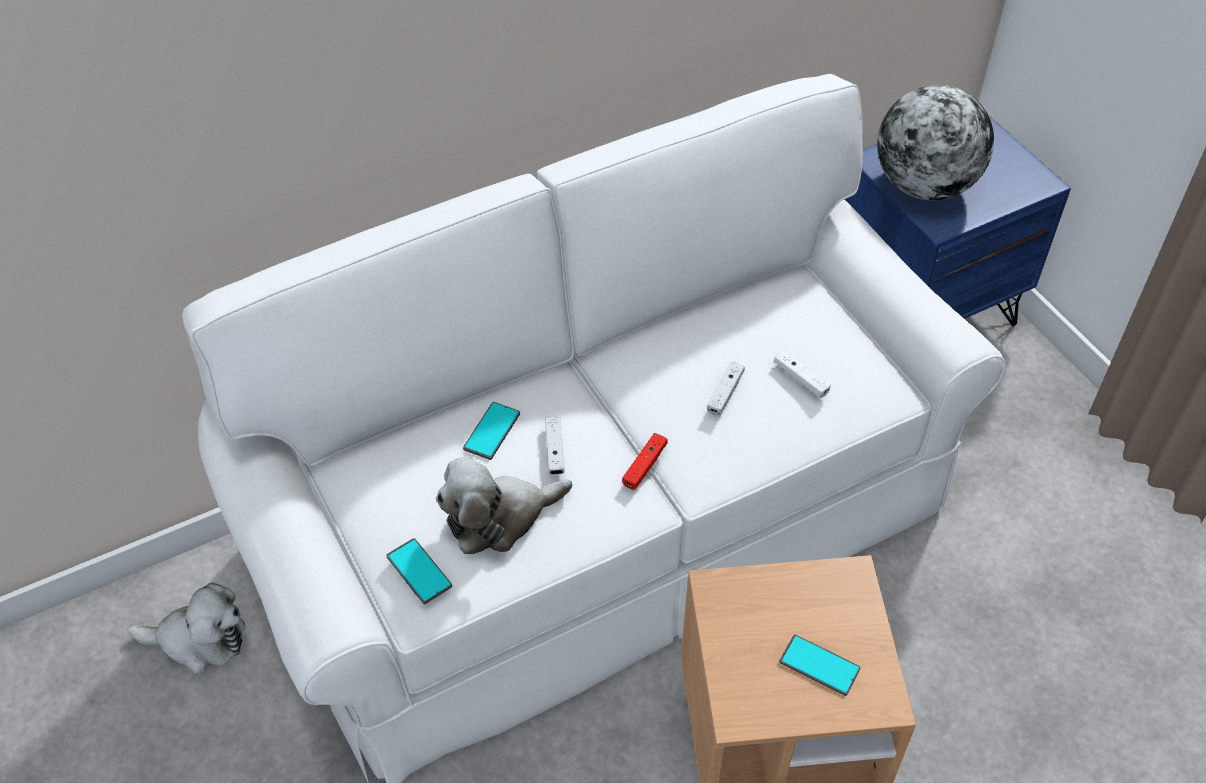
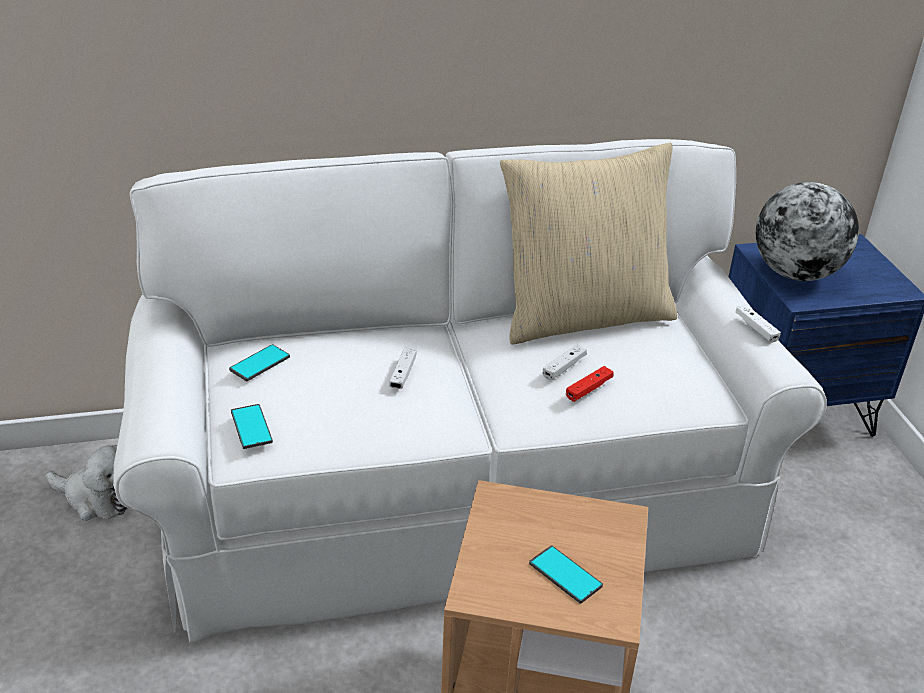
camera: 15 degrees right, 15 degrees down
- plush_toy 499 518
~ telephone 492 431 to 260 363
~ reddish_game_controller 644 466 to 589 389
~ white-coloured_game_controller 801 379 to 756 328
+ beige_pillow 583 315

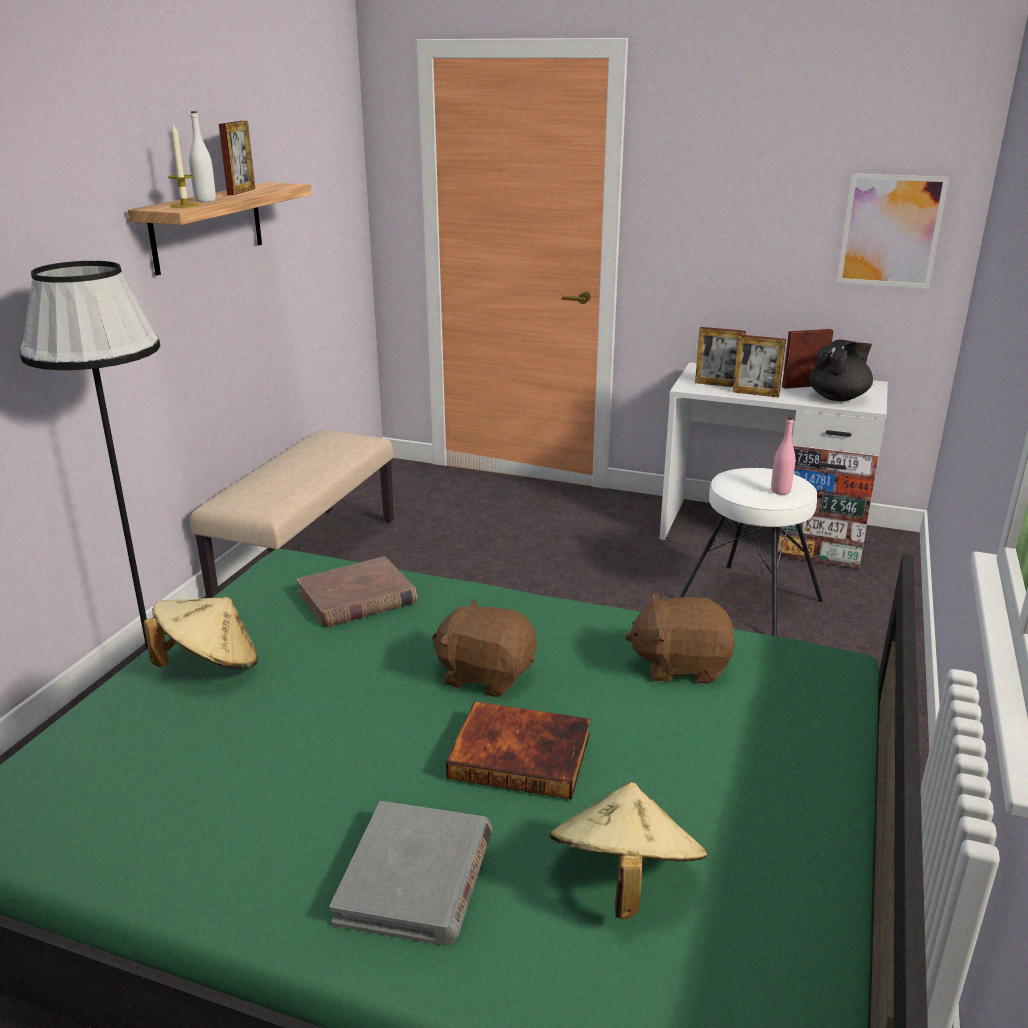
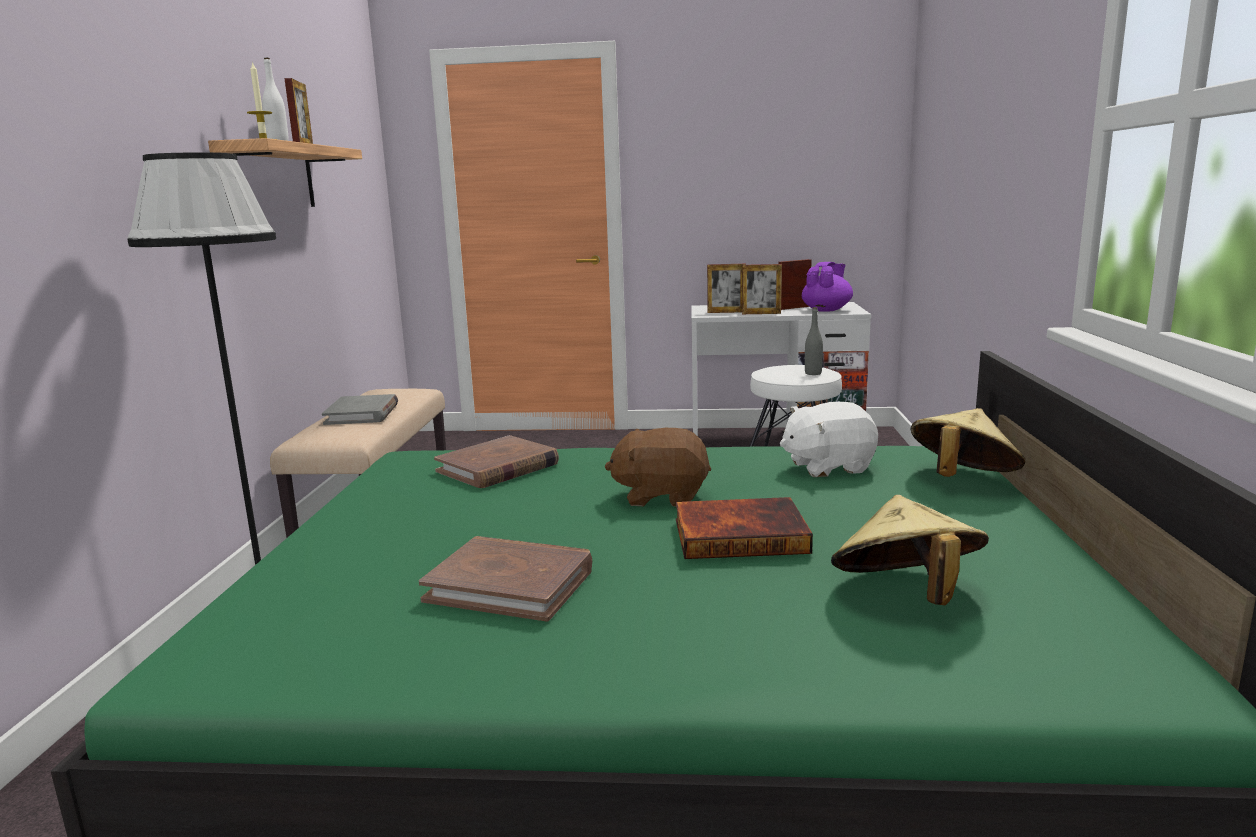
camera: 15 degrees left, 10 degrees down
~ beige_hat 210 665 to 962 479
~ greyish_book 416 877 to 362 414
~ brownish_plush_toy 680 665 to white-coloured_plush_toy 827 467
~ pink_beverage_bottle 780 491 to greyish_beverage_bottle 813 373
~ black-coloured_teapot 838 398 to purple-coloured_teapot 827 310
- picture 890 231
+ brownish_book 510 584

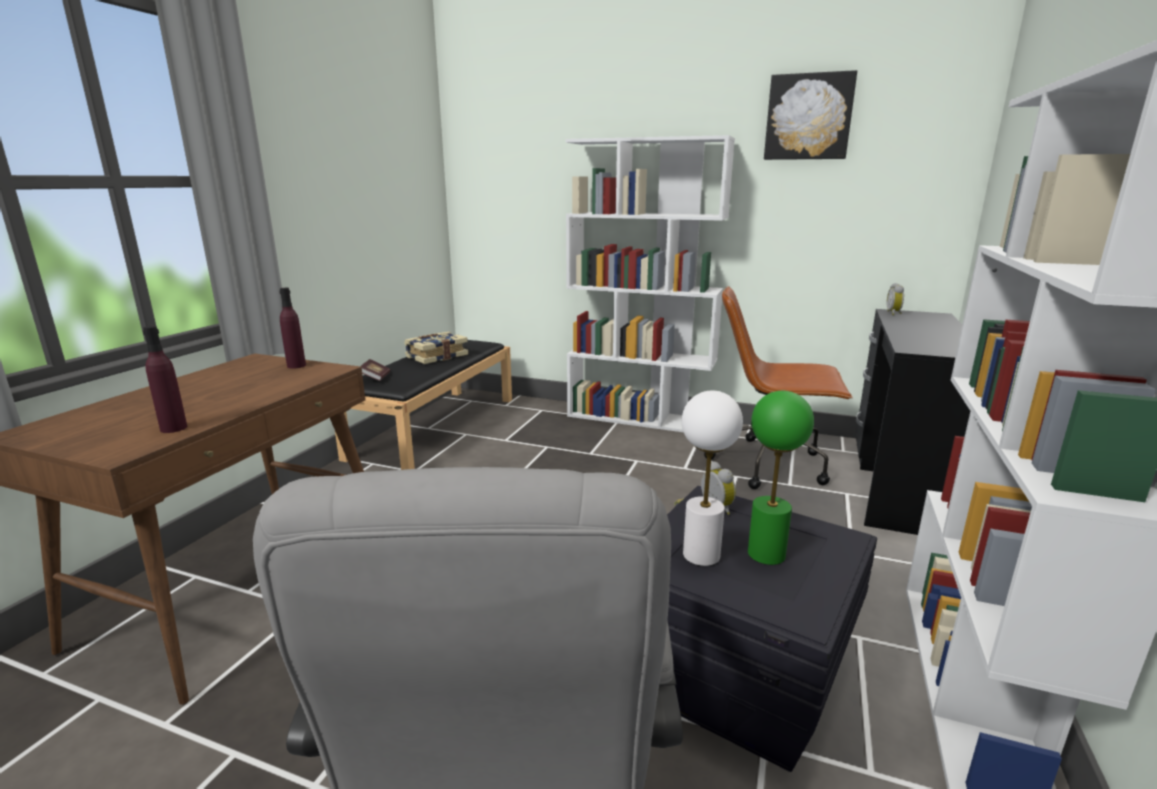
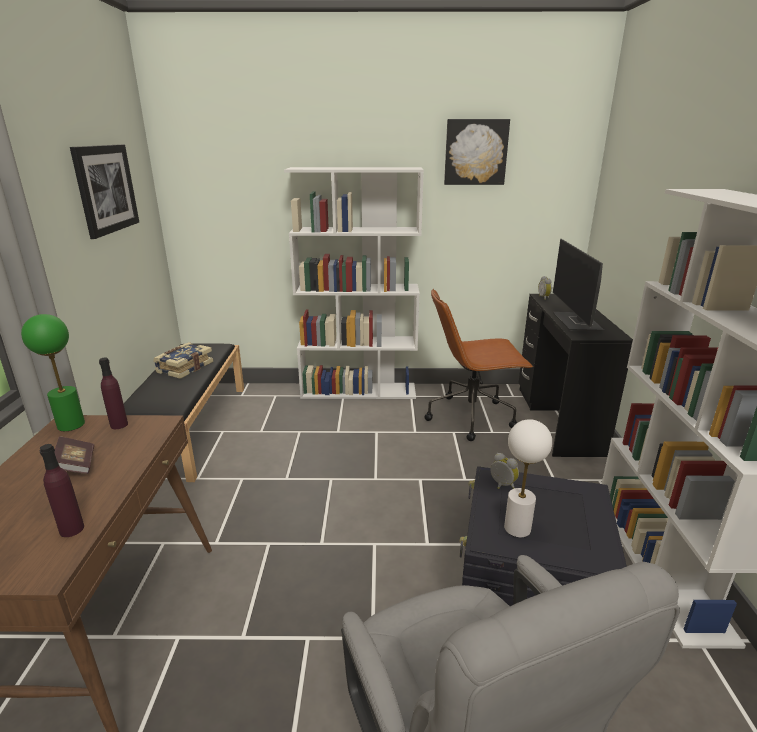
camera: 20 degrees left, 5 degrees up
~ book 375 377 to 76 465
~ green_table_lamp 766 554 to 71 424
+ picture 105 189
+ computer_screen 577 323

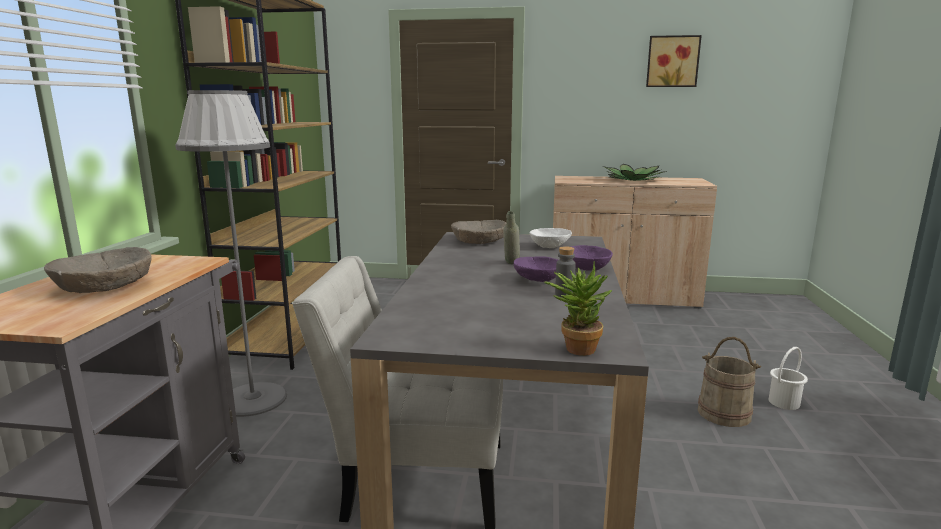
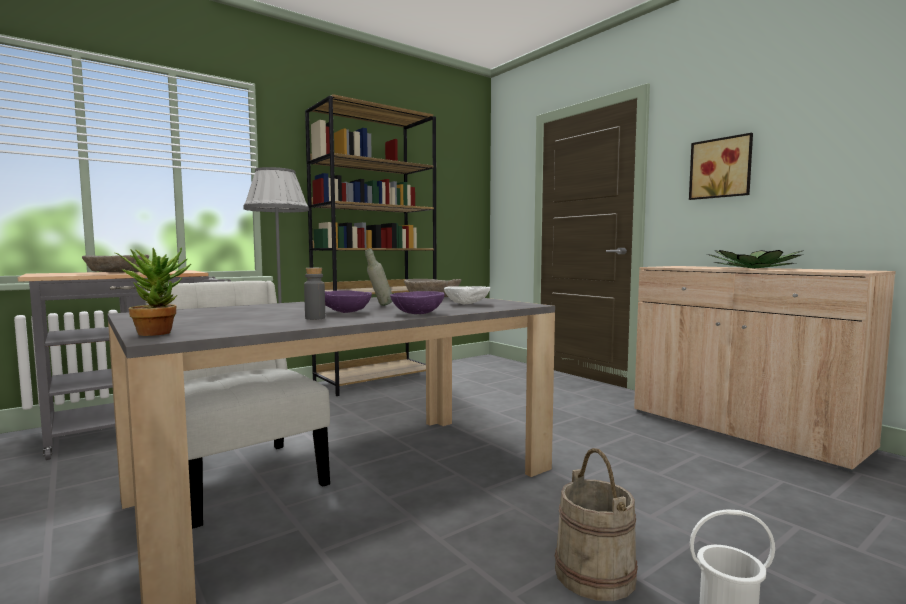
camera: 45 degrees right, 10 degrees down
~ picture 672 61 to 721 168

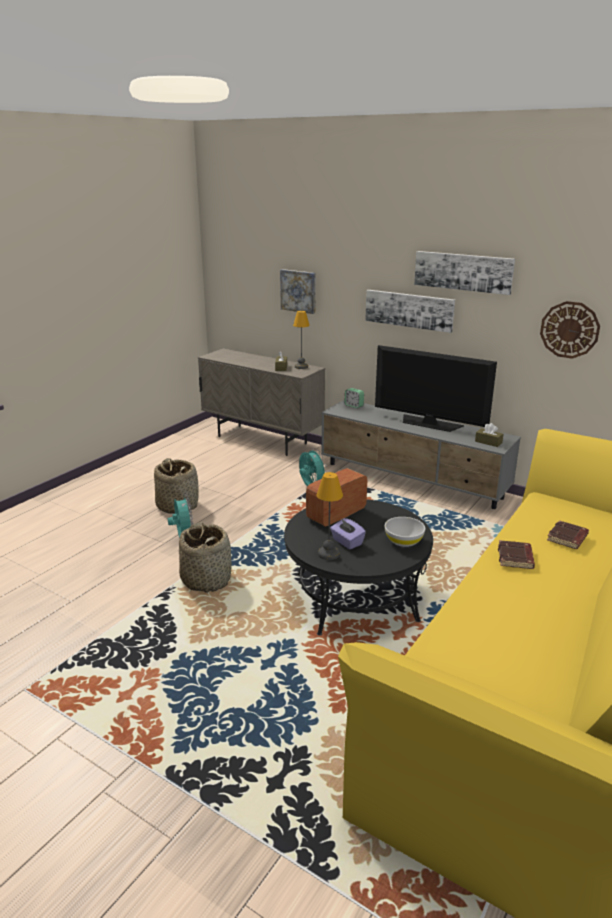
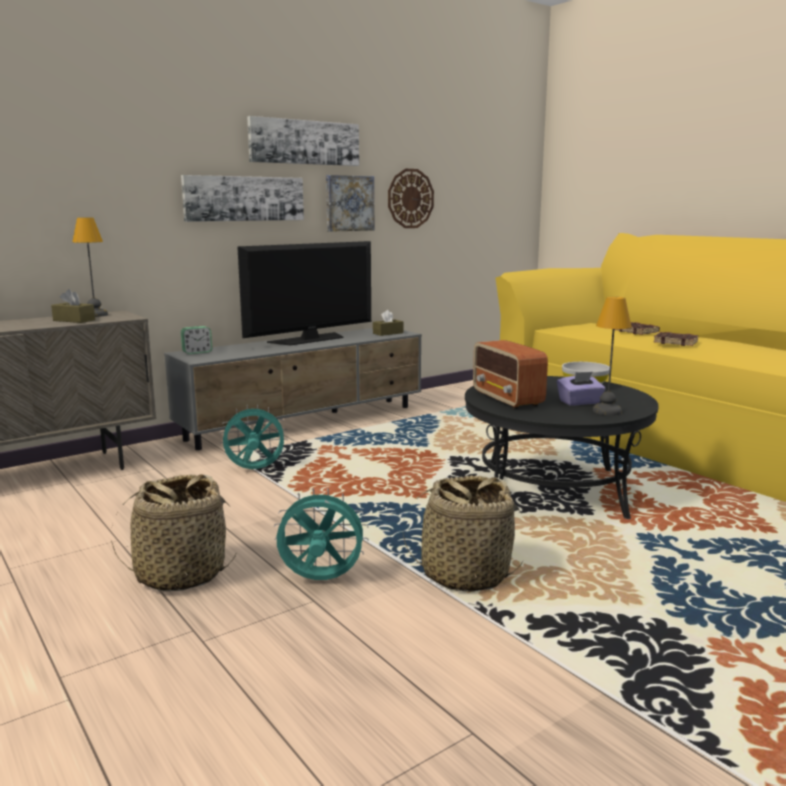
camera: 70 degrees left, 10 degrees down
~ picture 299 291 to 349 203

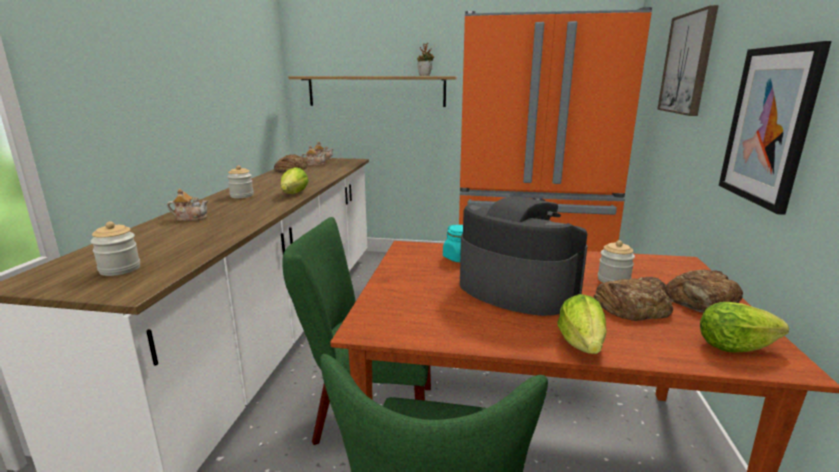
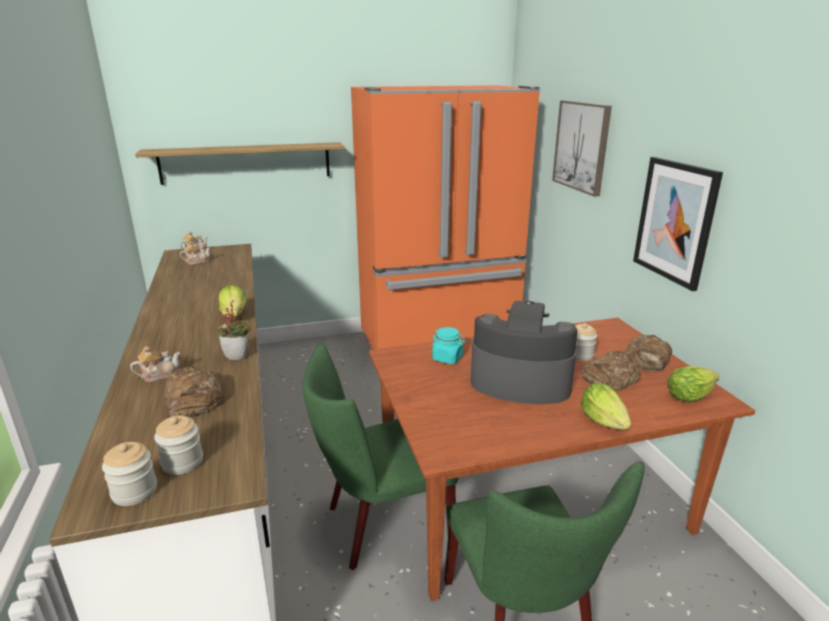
camera: 25 degrees left, 5 degrees up
~ storage_jar 242 196 to 134 491
~ bakery_bread 291 169 to 193 399
~ houseplant 425 76 to 238 356

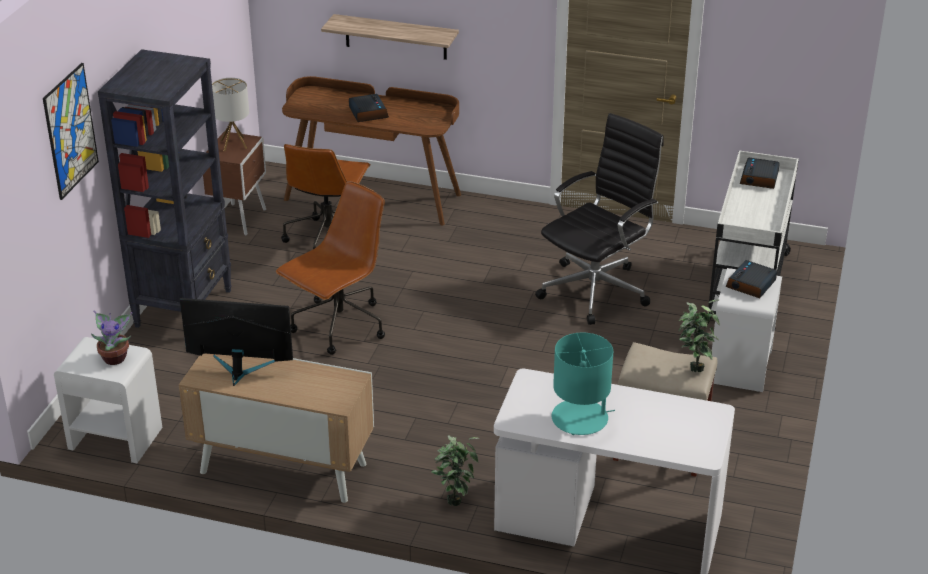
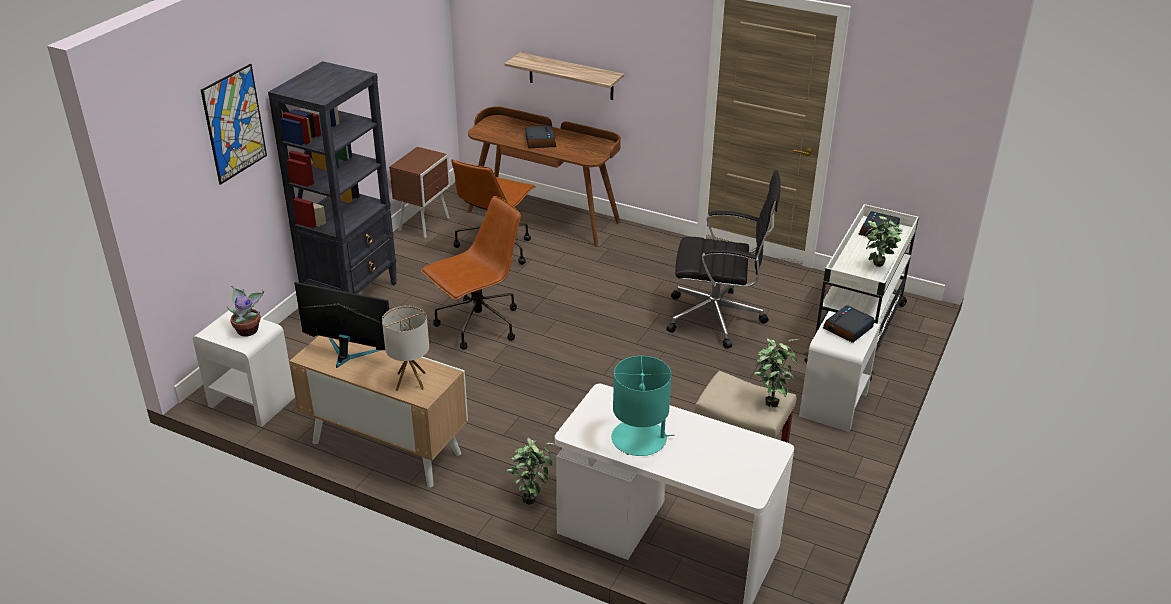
camera: 10 degrees right, 0 degrees up
~ table_lamp 233 144 to 410 381
~ black-coloured_computer_chair 597 289 = 717 318 45 degrees clockwise
+ houseplant 878 268

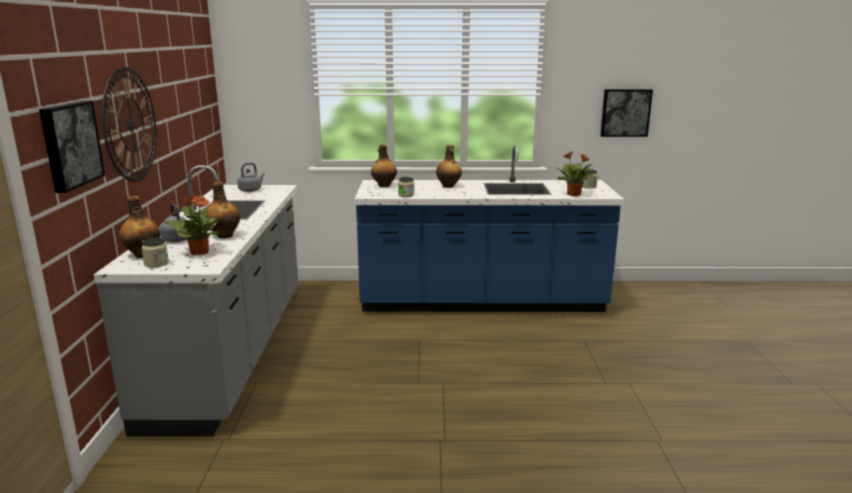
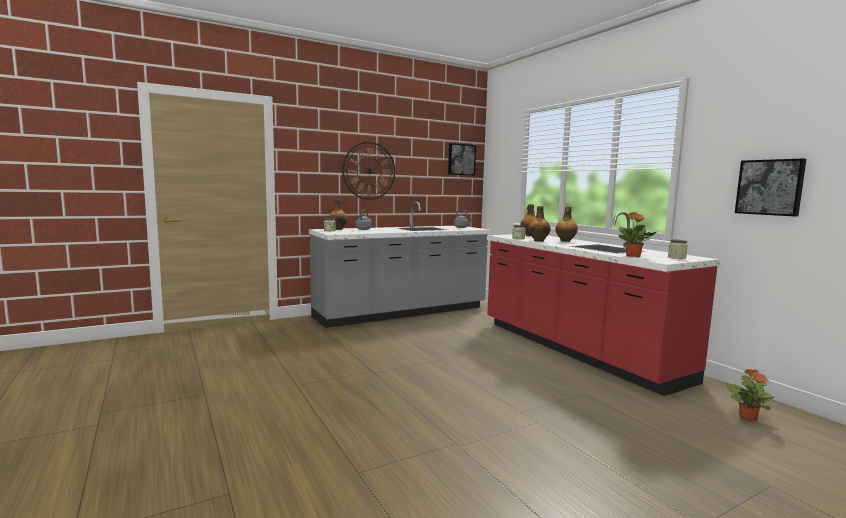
camera: 60 degrees right, 10 degrees down
~ picture 69 145 to 461 159
~ houseplant 199 252 to 747 417
~ beverage_bottle 224 235 to 538 240
~ blue-coloured_kitchen_counter 481 302 to reddish_kitchen_counter 576 350

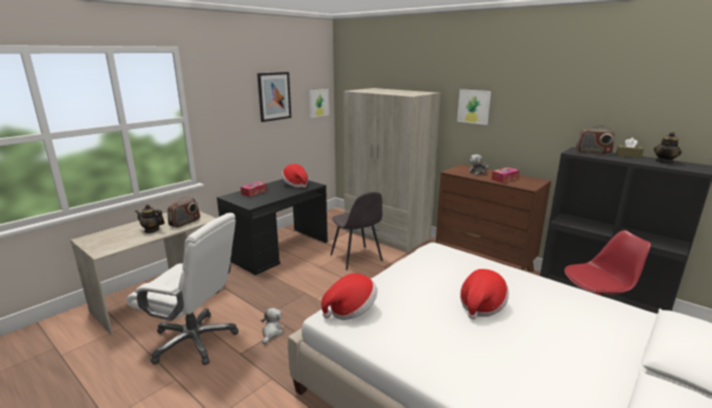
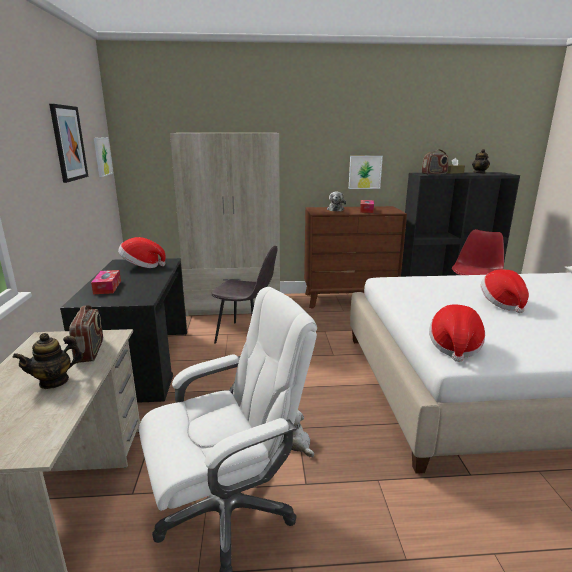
camera: 45 degrees left, 0 degrees up
~ picture 473 106 to 365 172

